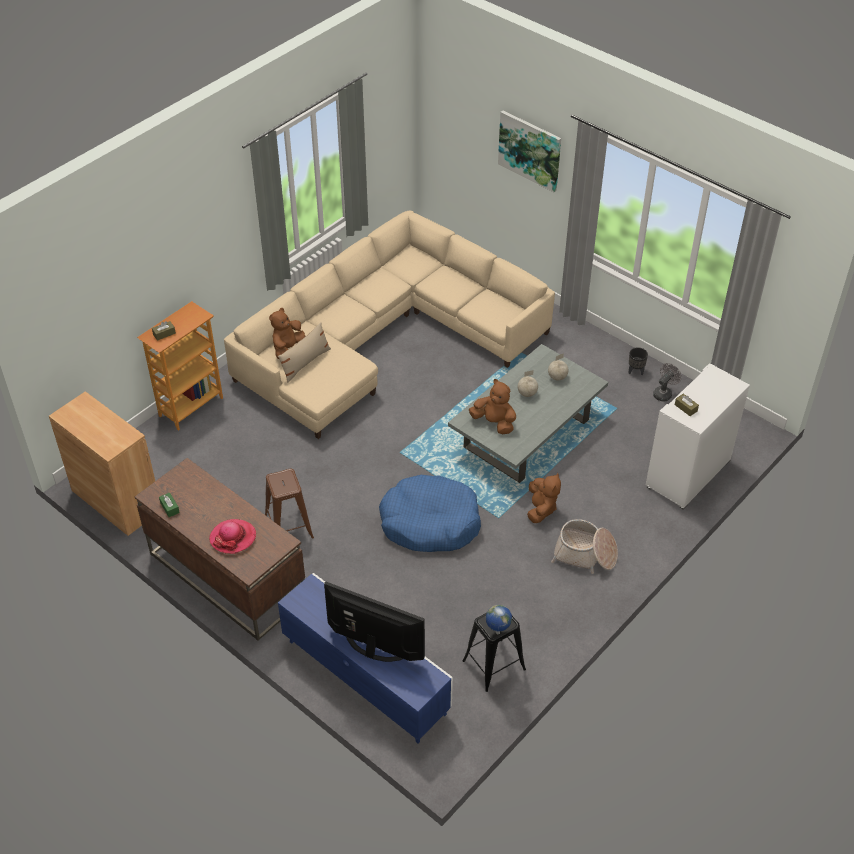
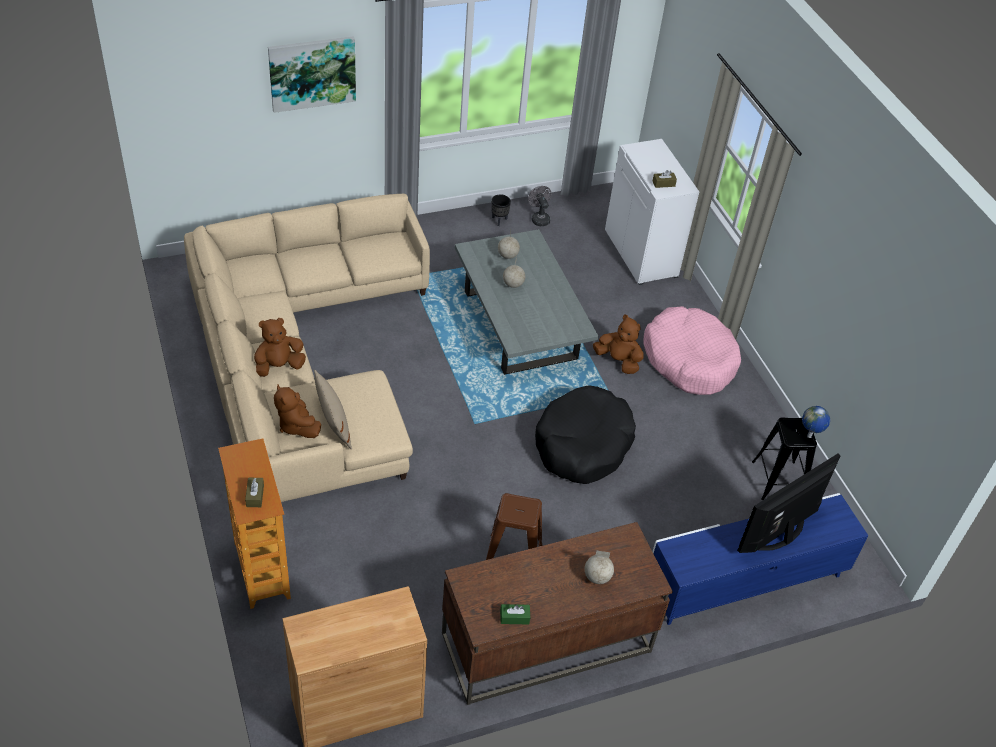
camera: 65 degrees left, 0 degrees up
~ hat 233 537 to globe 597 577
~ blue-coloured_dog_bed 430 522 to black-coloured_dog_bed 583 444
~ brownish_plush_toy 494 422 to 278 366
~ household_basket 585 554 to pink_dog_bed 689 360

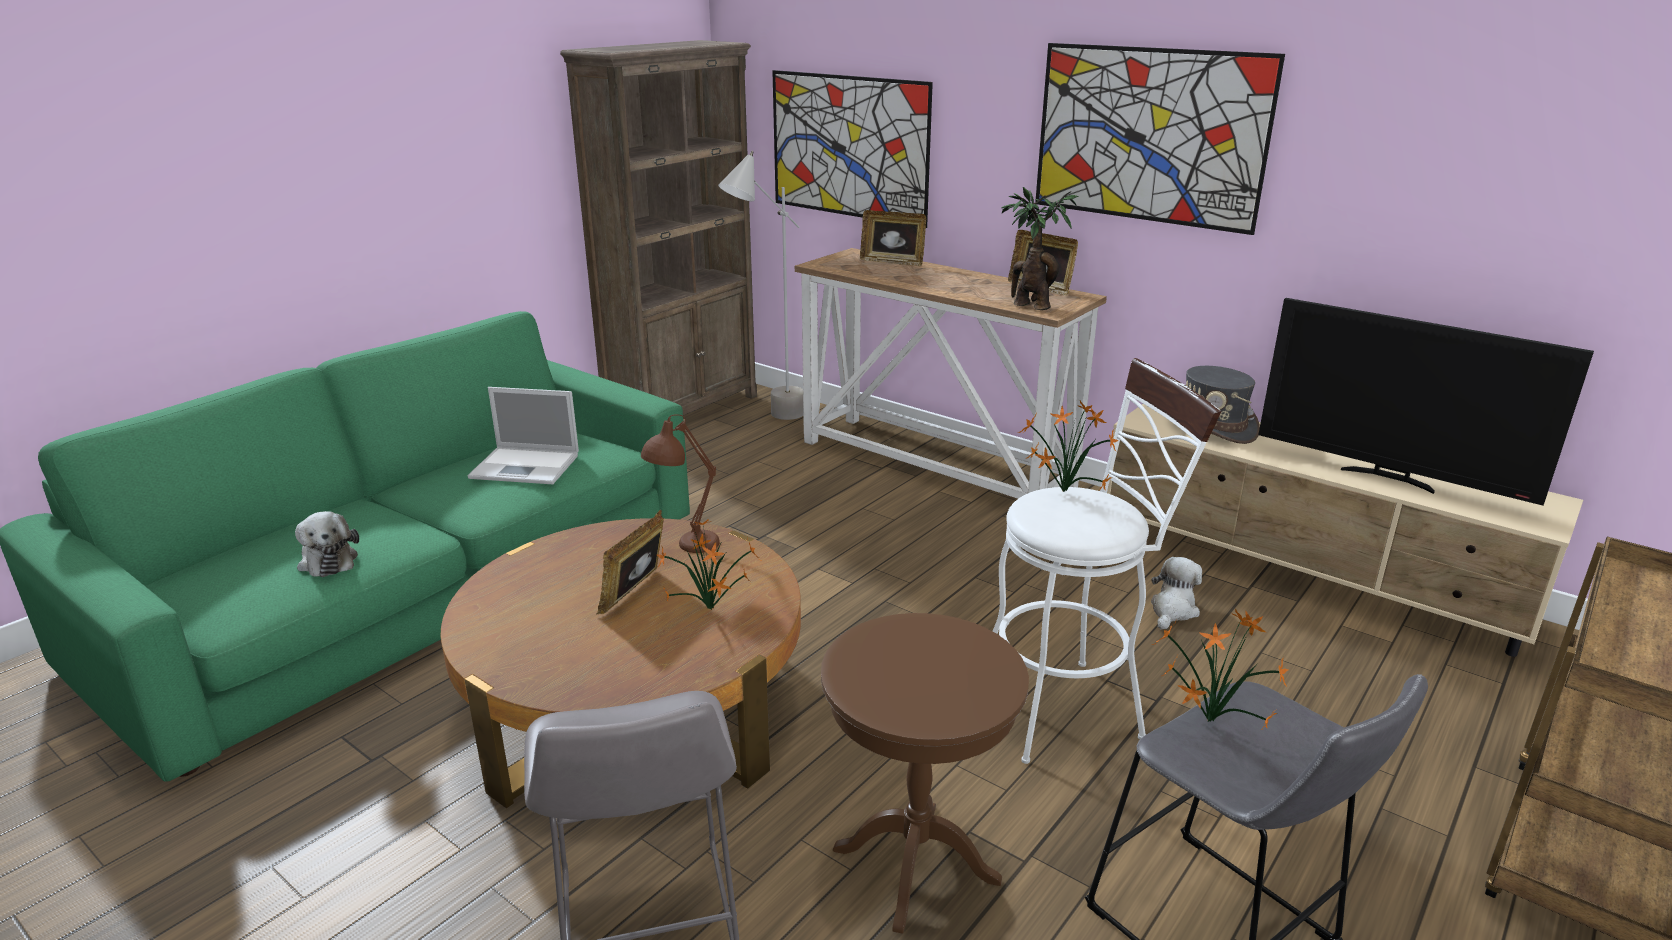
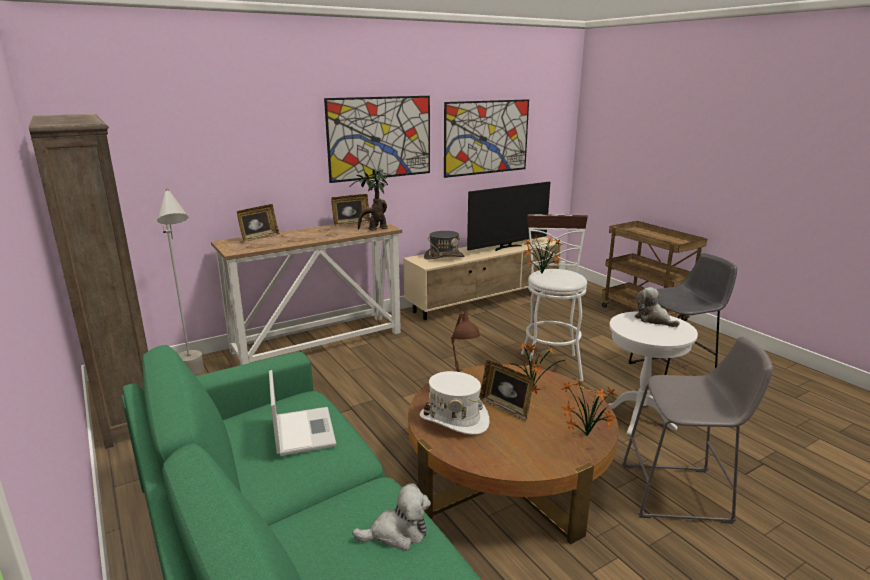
camera: 70 degrees left, 5 degrees down
~ notebook_computer 527 466 = 303 430 45 degrees counterclockwise
~ picture 848 147 to 486 137
~ brownish_side_table 915 865 to white-coloured_side_table 640 418
~ plush_toy 1172 610 to 653 319
~ houseplant 1205 720 to 585 436
+ white-coloured_hat 454 419

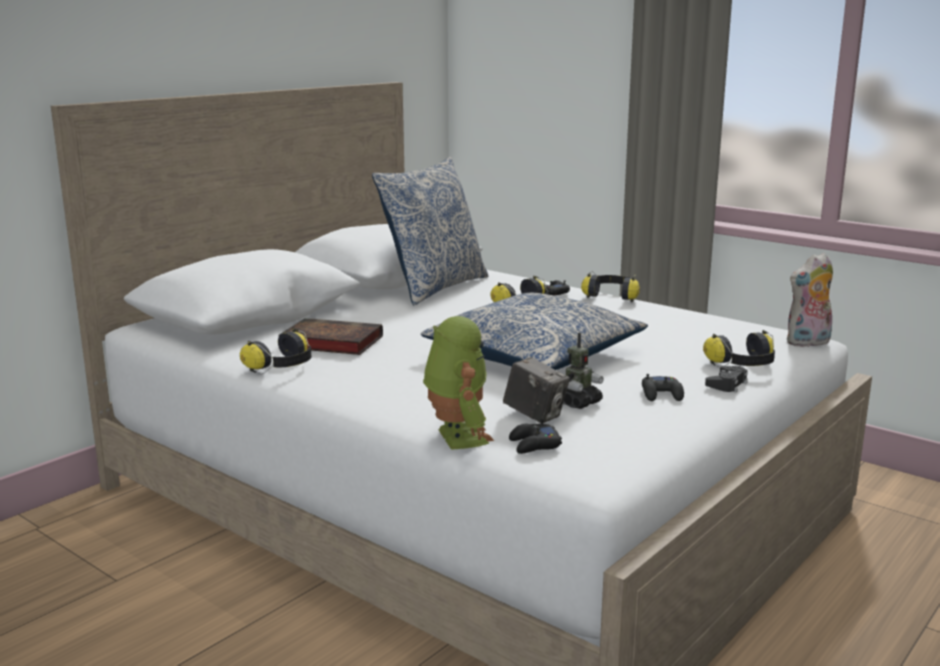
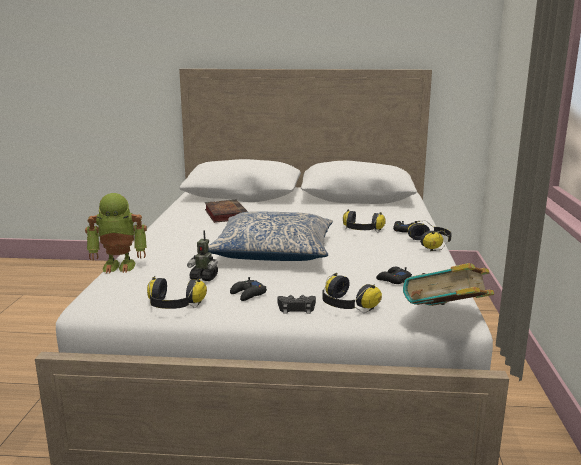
camera: 55 degrees right, 0 degrees up
~ pair_of_headphones 282 367 to 174 306
- pillow 433 288
~ toy_robot 456 437 = 120 265 45 degrees clockwise
- photo_camera 535 415
~ black-coloured_game_controller 534 445 to 393 280
~ plush_toy 808 343 to book 446 318

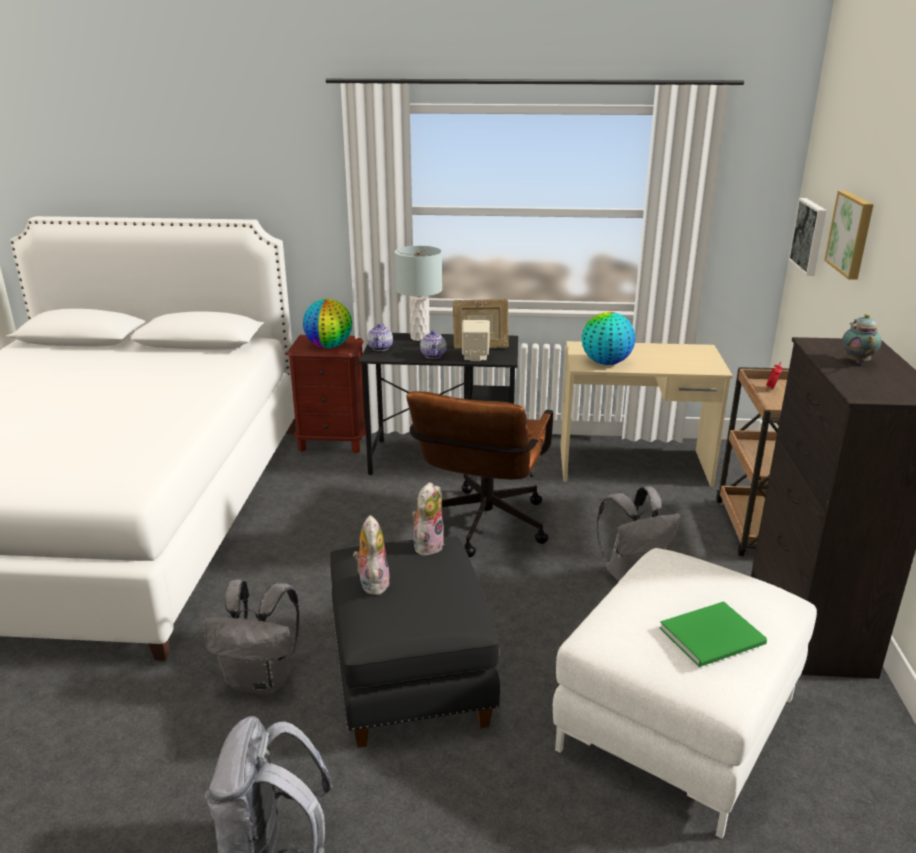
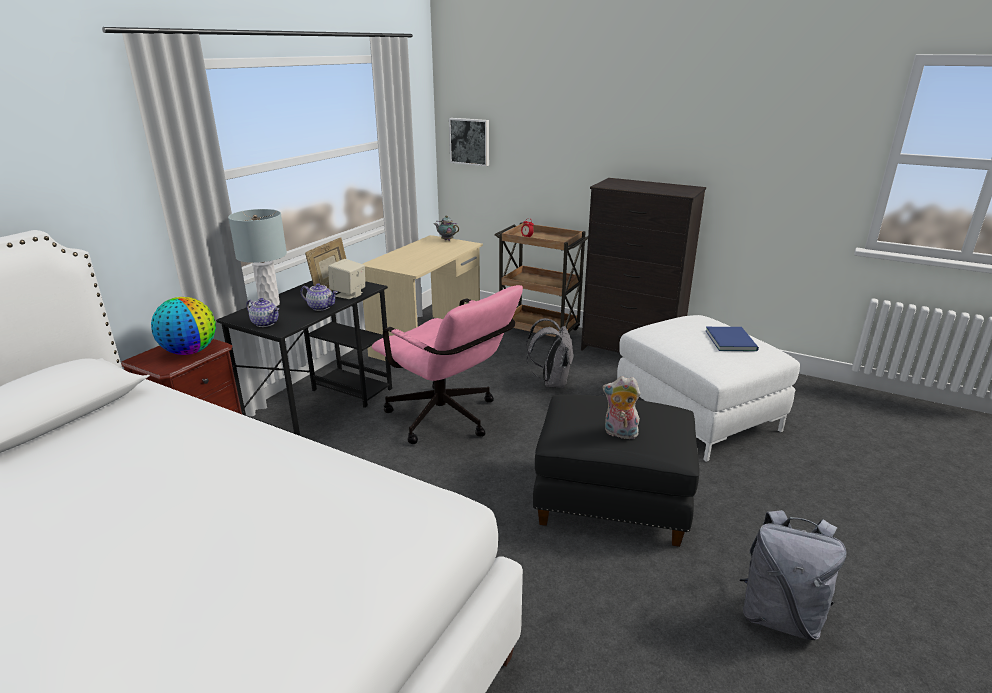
camera: 65 degrees left, 0 degrees up
- greyish_knapsack 262 680
~ brownish_computer_chair 482 529 to pink_computer_chair 448 420
- plush_toy 427 545
- globe 606 363
~ green_book 715 637 to blue-coloured_book 731 340
- picture 852 234
~ teapot 856 361 to 446 240

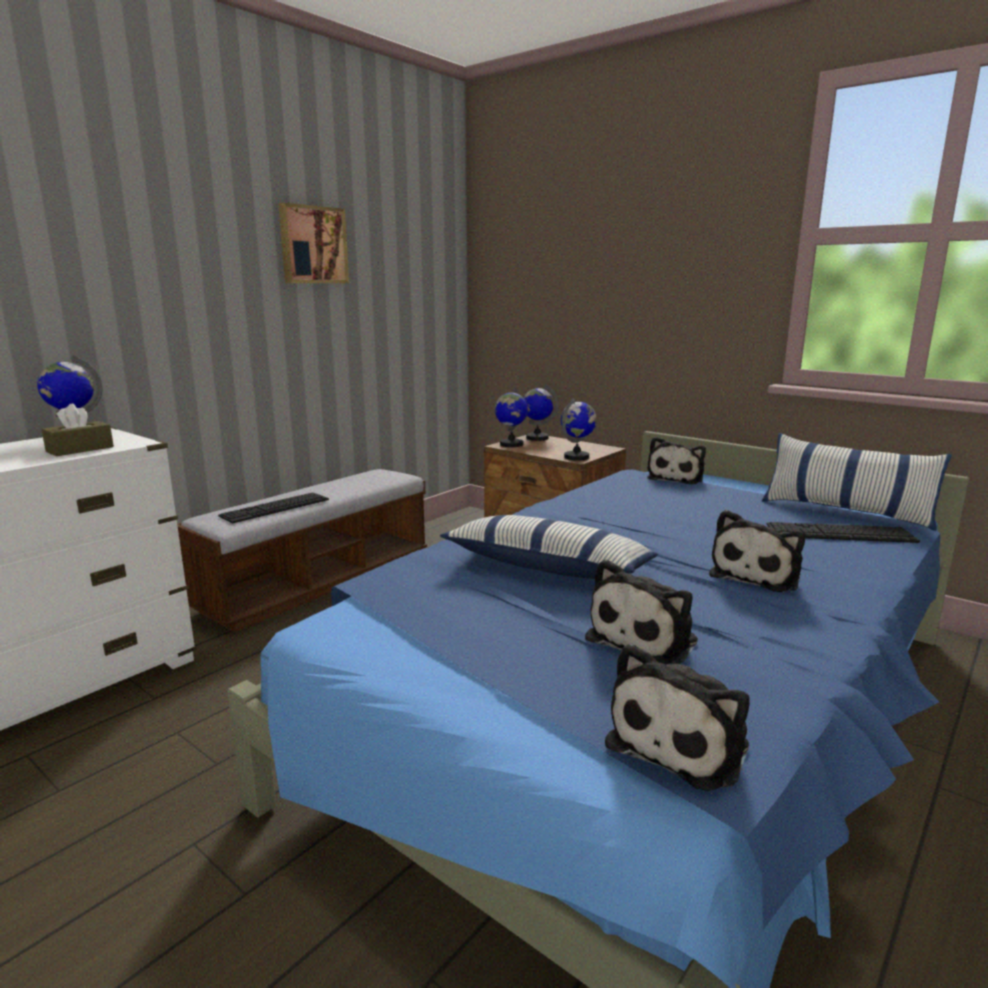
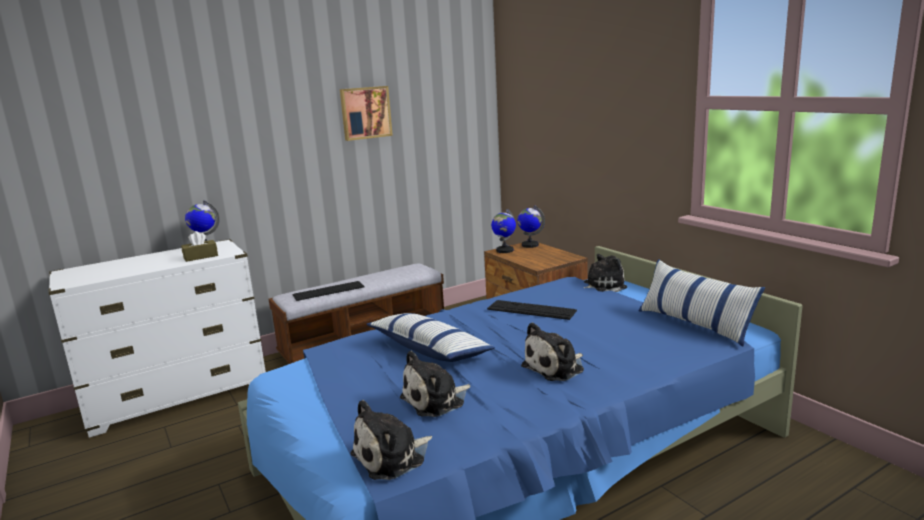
camera: 20 degrees right, 0 degrees up
- globe 577 457
~ plush_toy 676 478 = 601 286 150 degrees counterclockwise
~ PC_keyboard 840 533 to 531 310

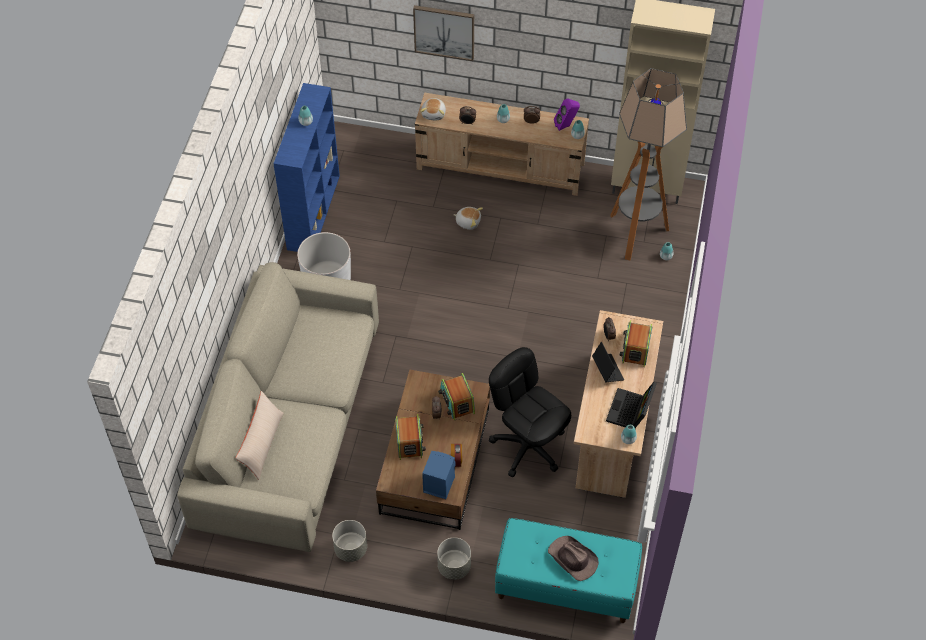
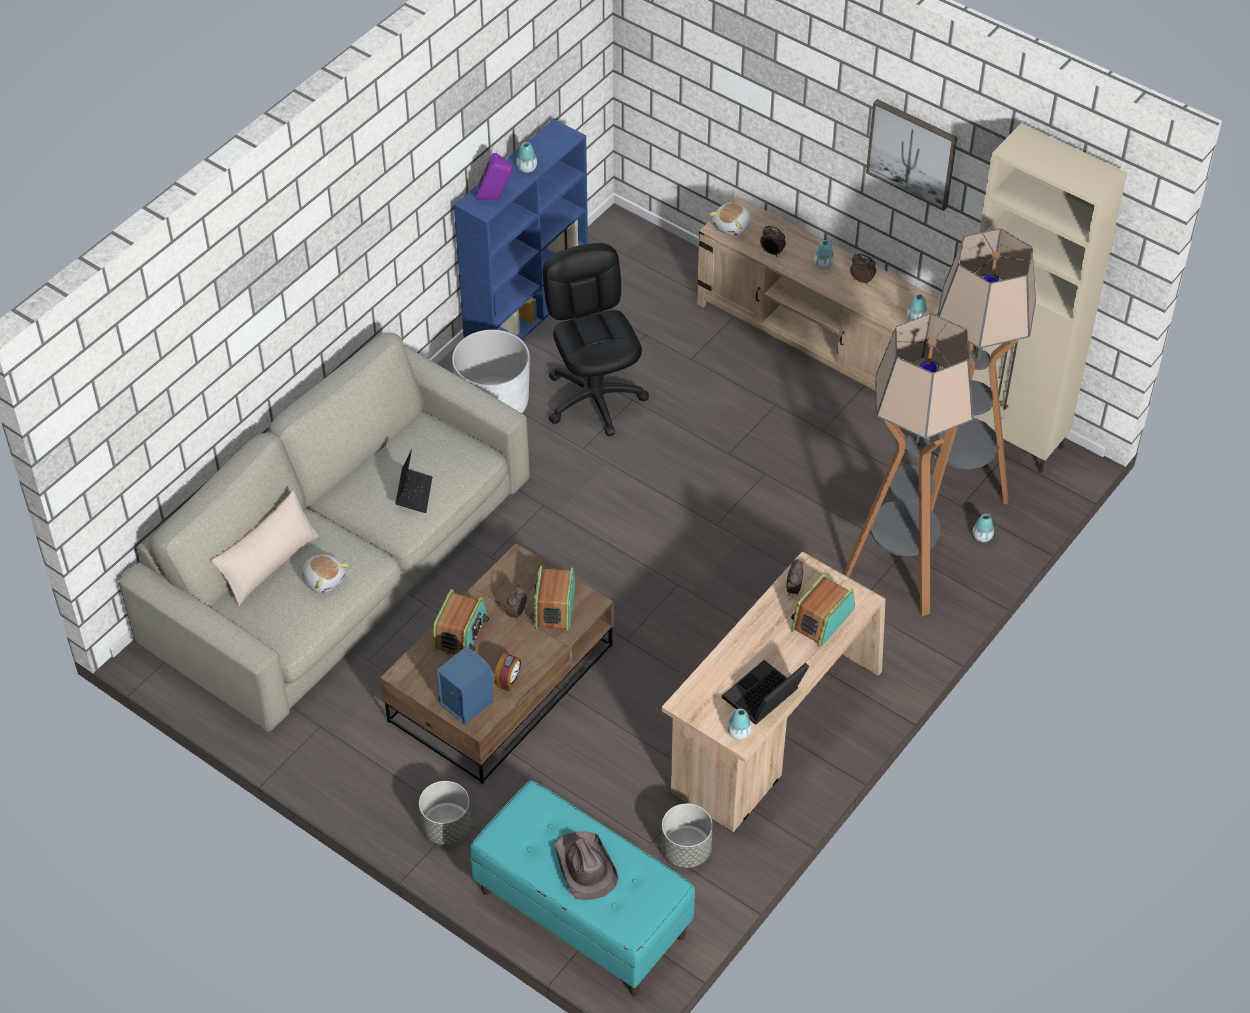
camera: 25 degrees right, 5 degrees down
~ greyish_plant_pot 350 549 to 685 850
~ picture 444 32 to 912 153
~ plush_toy 468 221 to 324 579
~ black-coloured_computer_chair 528 446 to 594 398
~ purple-coloured_speaker 566 125 to 495 198
~ notebook_computer 607 370 to 414 493
+ floor_lamp 898 577

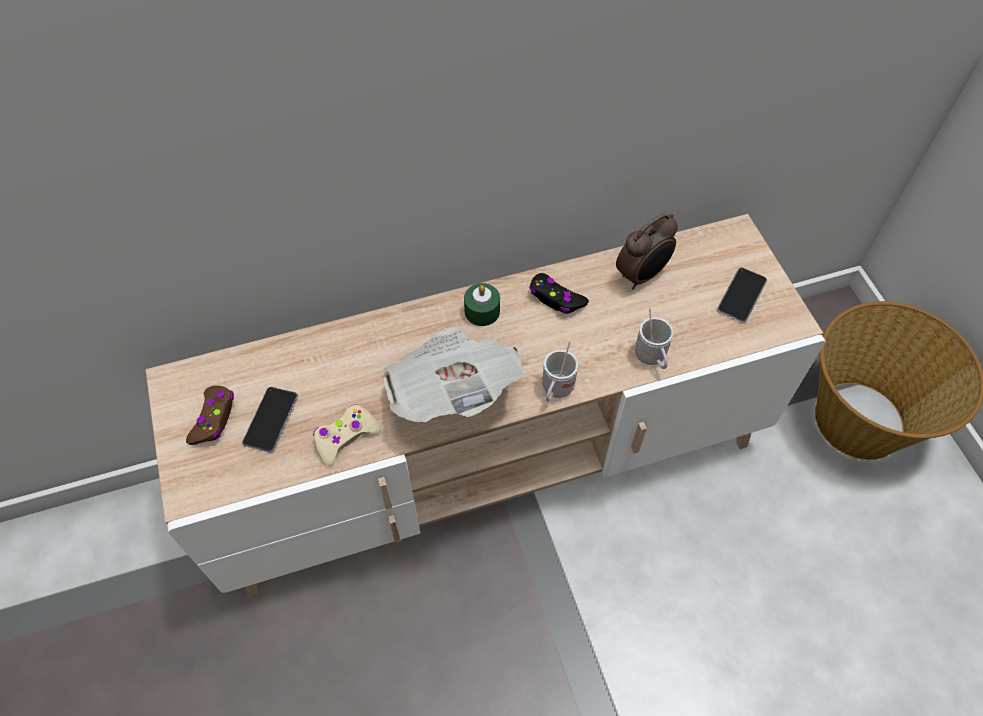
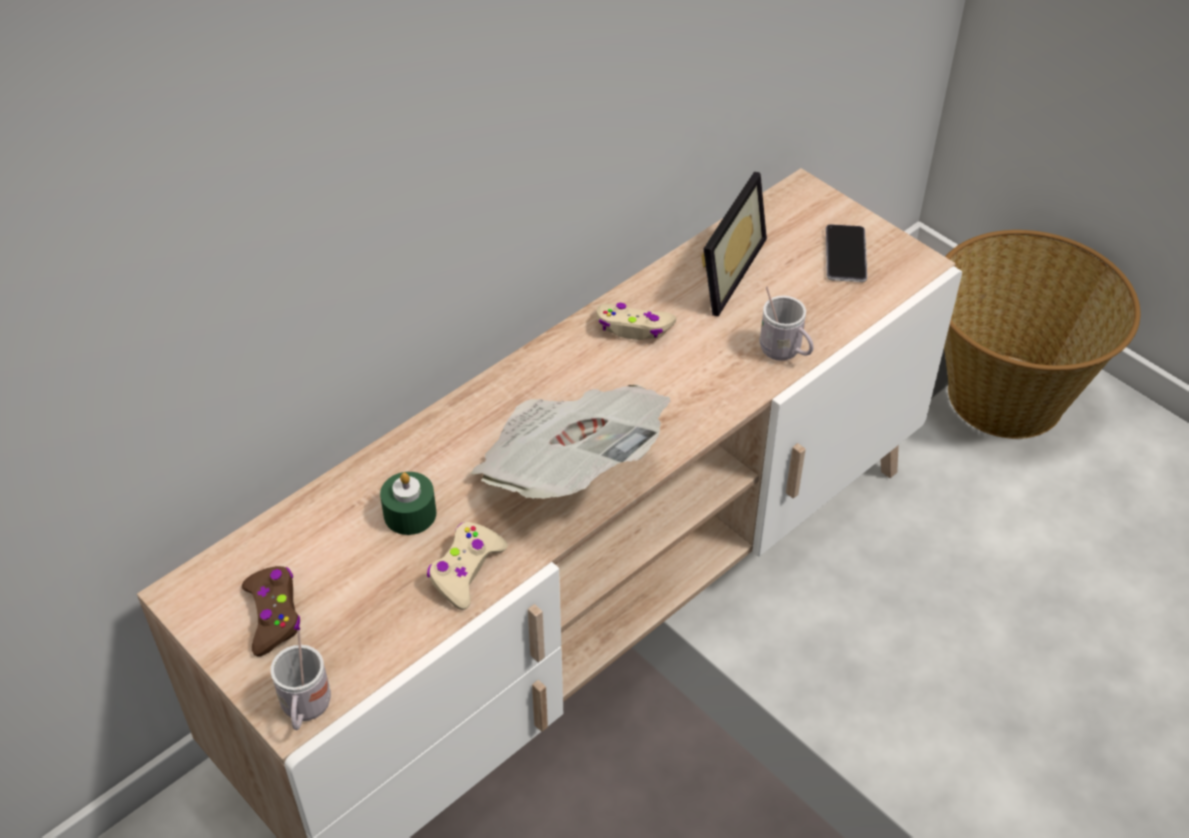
camera: 25 degrees left, 10 degrees down
- telephone 271 420
~ green_wax_candle 482 311 to 410 514
~ black-coloured_game_controller 556 298 to beige_game_controller 634 328
~ white-coloured_coffee_mug 555 390 to 305 710
~ alarm_clock 642 275 to standing_frame 720 270

